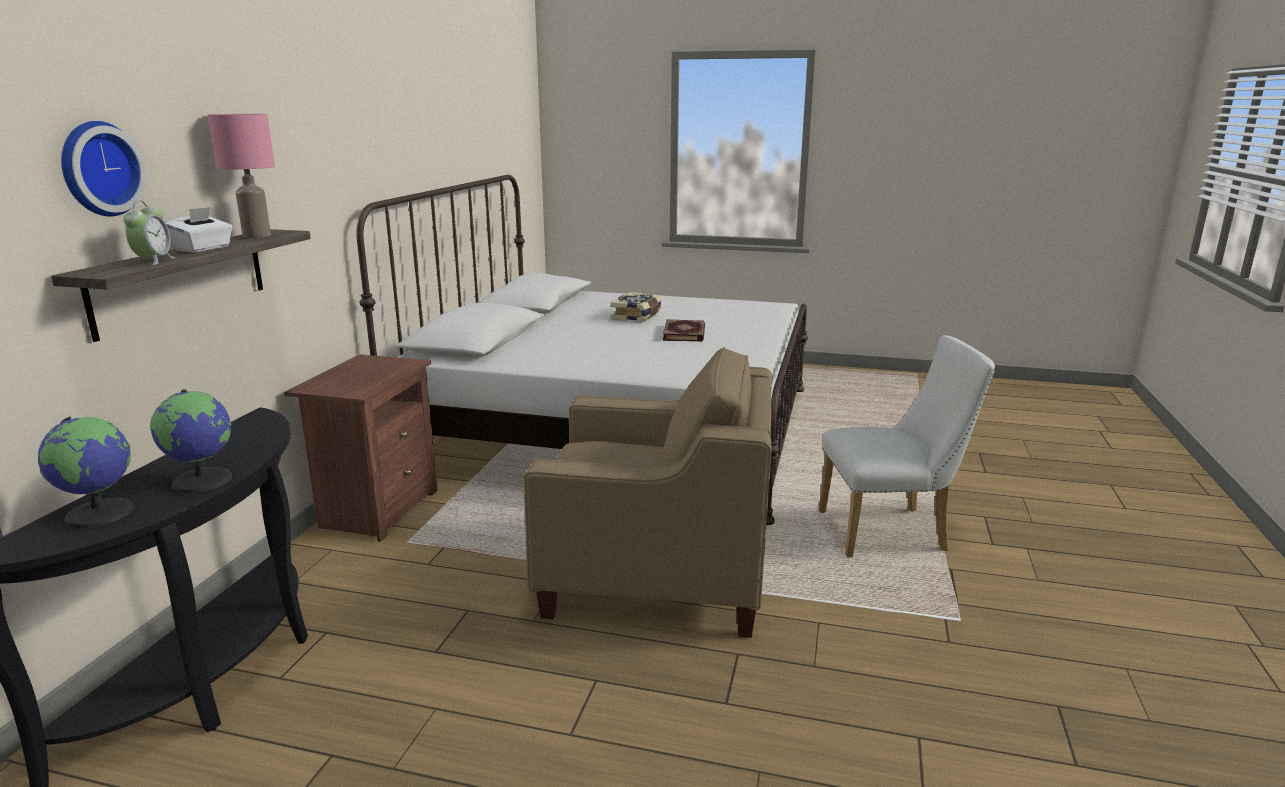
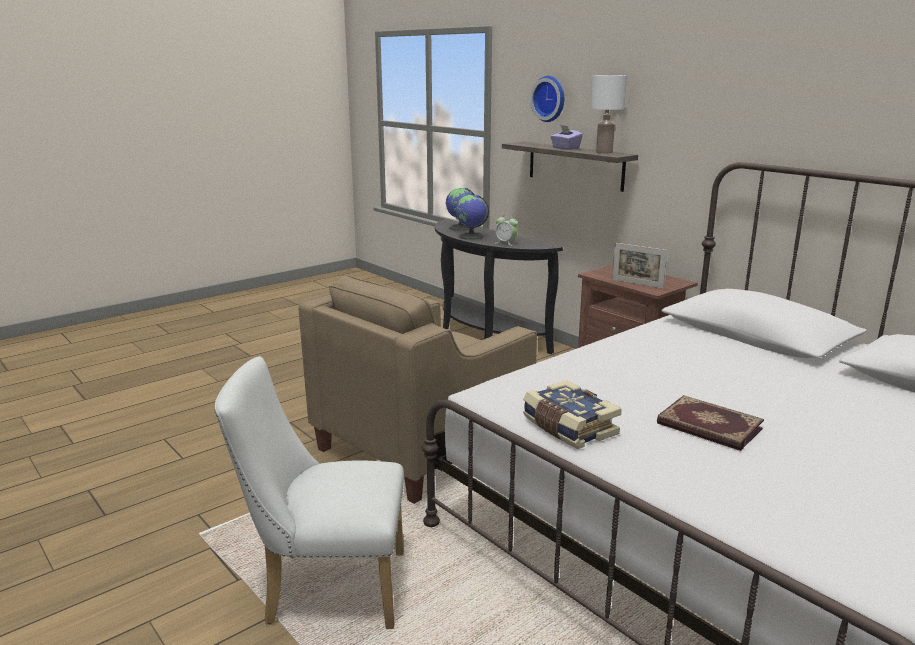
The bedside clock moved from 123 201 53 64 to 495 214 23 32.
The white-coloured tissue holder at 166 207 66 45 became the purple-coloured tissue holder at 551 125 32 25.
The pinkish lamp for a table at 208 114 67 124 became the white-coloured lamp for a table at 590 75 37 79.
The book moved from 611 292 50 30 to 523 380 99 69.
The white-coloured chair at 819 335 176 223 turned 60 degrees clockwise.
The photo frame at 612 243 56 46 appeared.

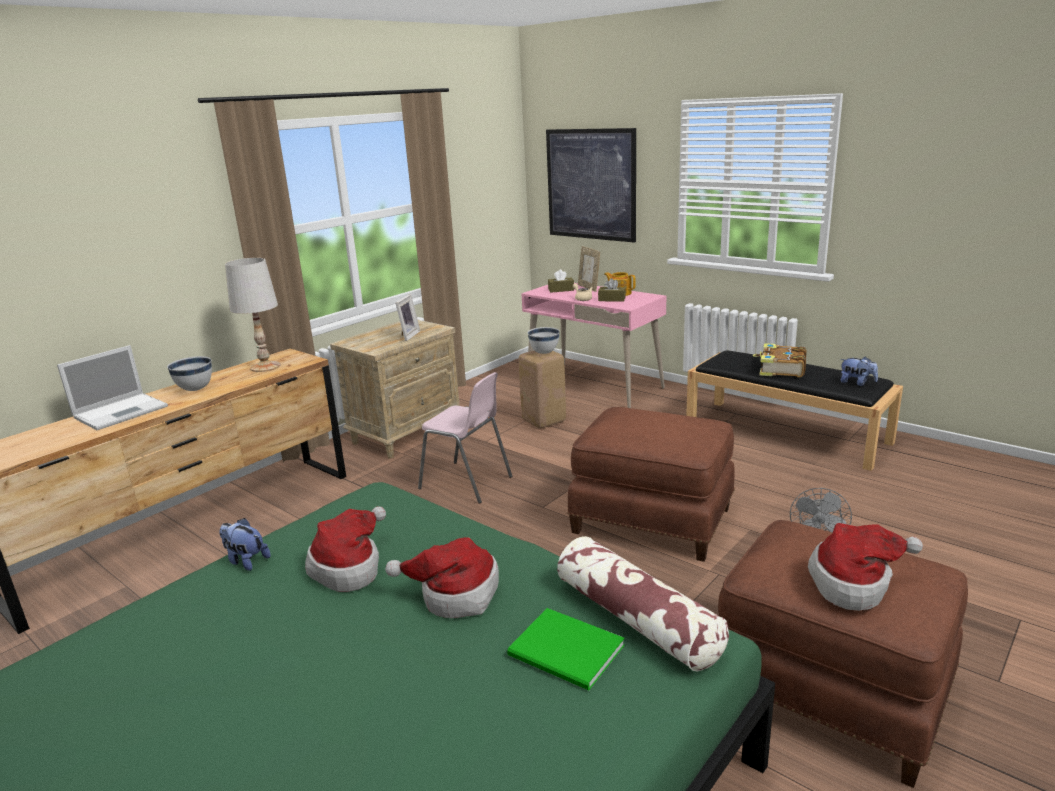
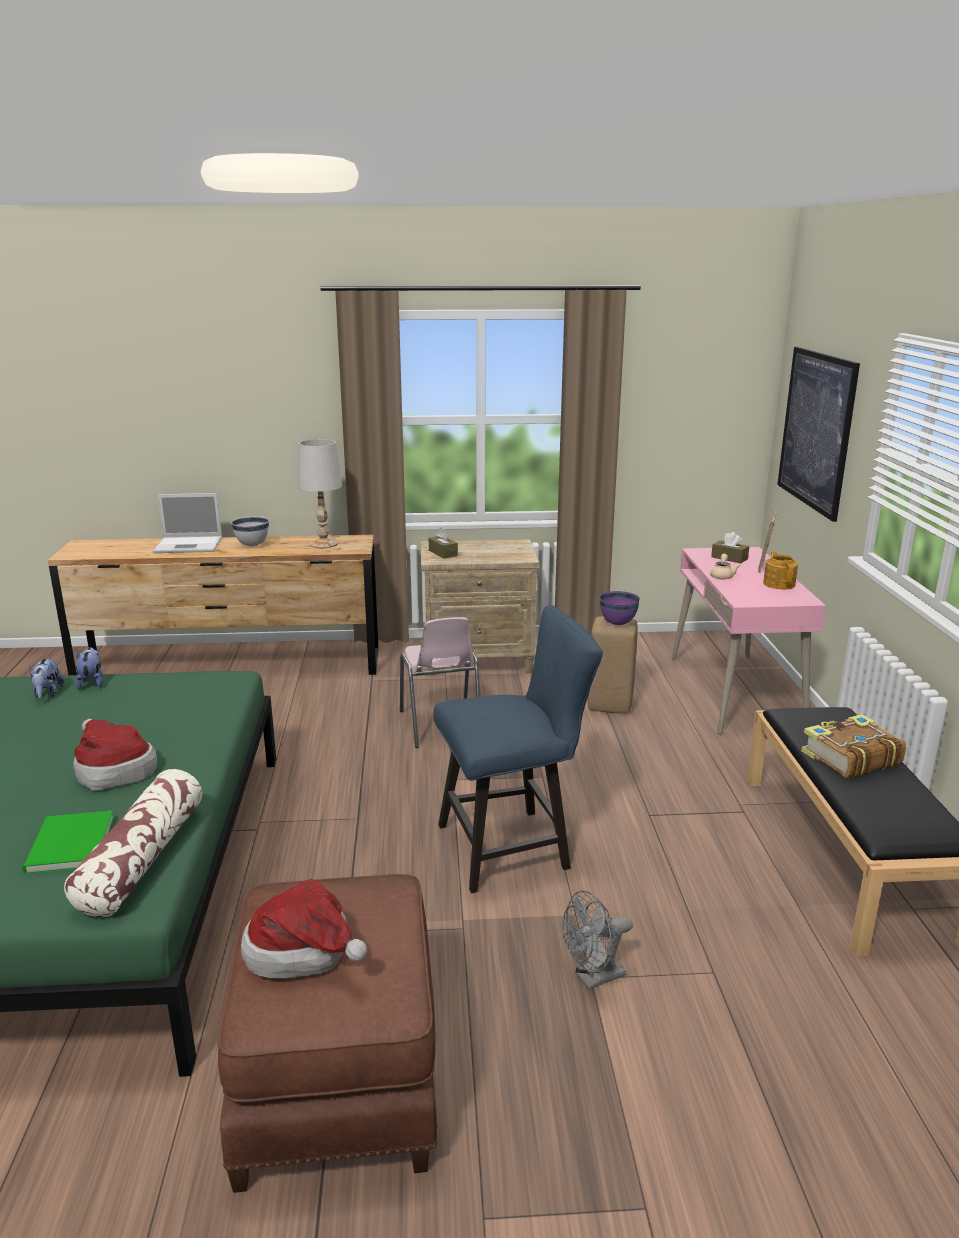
The clothing hat at 305 506 81 86 disappeared.
The photo frame at 395 294 25 47 disappeared.
The white-coloured serving bowl at 528 327 32 27 became the purple-coloured serving bowl at 599 591 41 34.
The brown footrest at 567 407 167 155 was replaced by the blue-coloured chair at 433 605 170 288.
The brown tissue holder moved from 598 278 28 24 to 429 528 29 31.
The cuddly toy moved from 840 357 38 29 to 30 657 34 42.

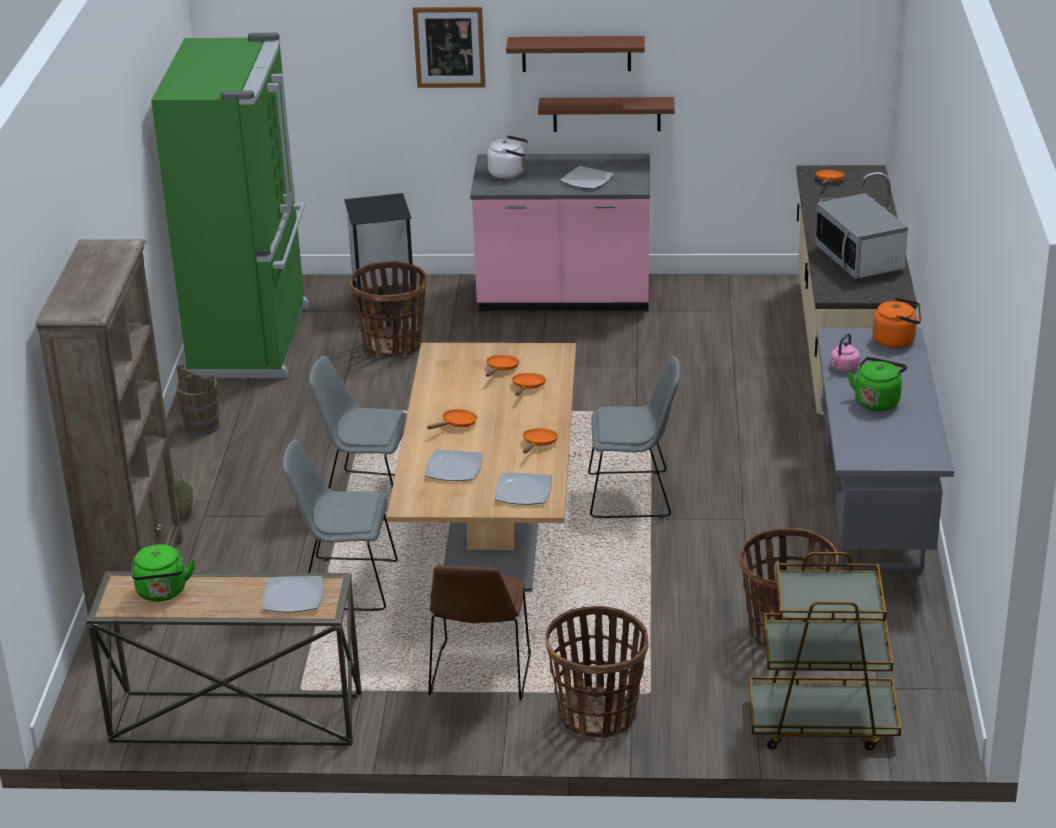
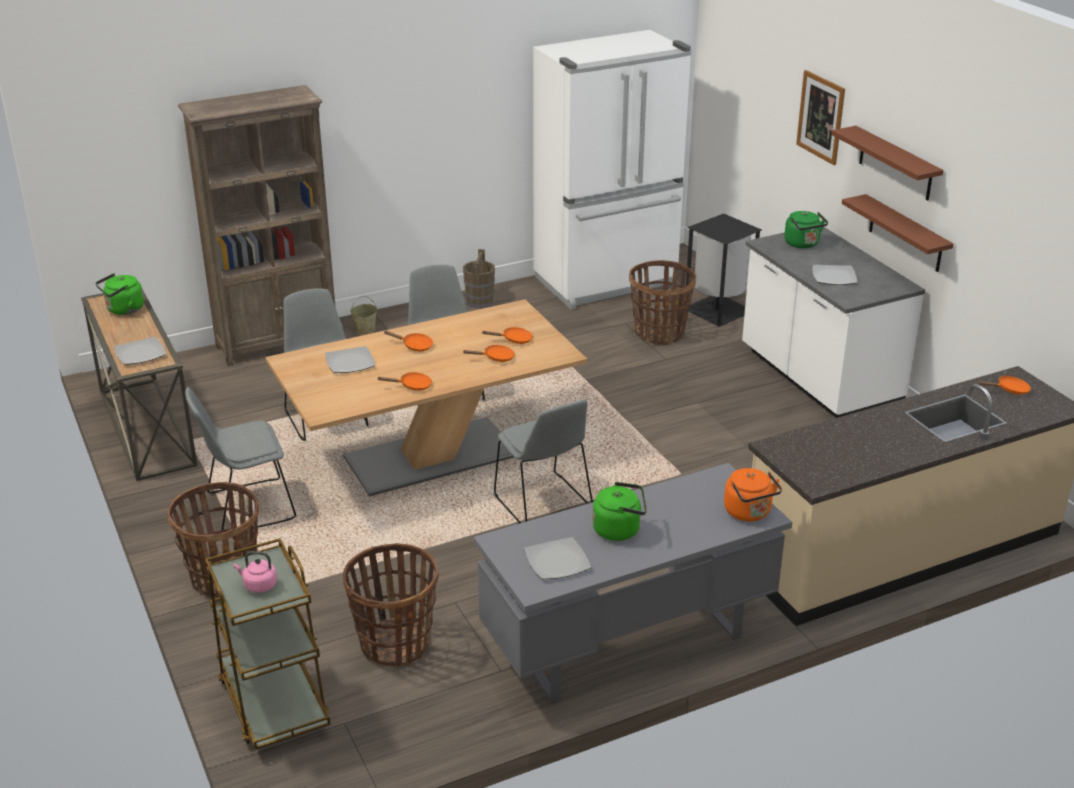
The greenish kitchen fridge at 151 33 158 345 became the white-coloured kitchen fridge at 533 30 158 279.
The brown chair at 428 565 103 135 became the gray chair at 185 387 111 143.
The pinkish kitchen counter at 470 153 180 158 became the white-coloured kitchen counter at 742 227 183 191.
The white-coloured kettle at 487 135 41 44 became the greenish kettle at 784 211 44 37.
The dinner plate moved from 494 472 58 33 to 524 537 67 42.
The microwave oven at 815 193 93 86 disappeared.
The pinkish kettle moved from 831 333 29 38 to 234 551 43 42.

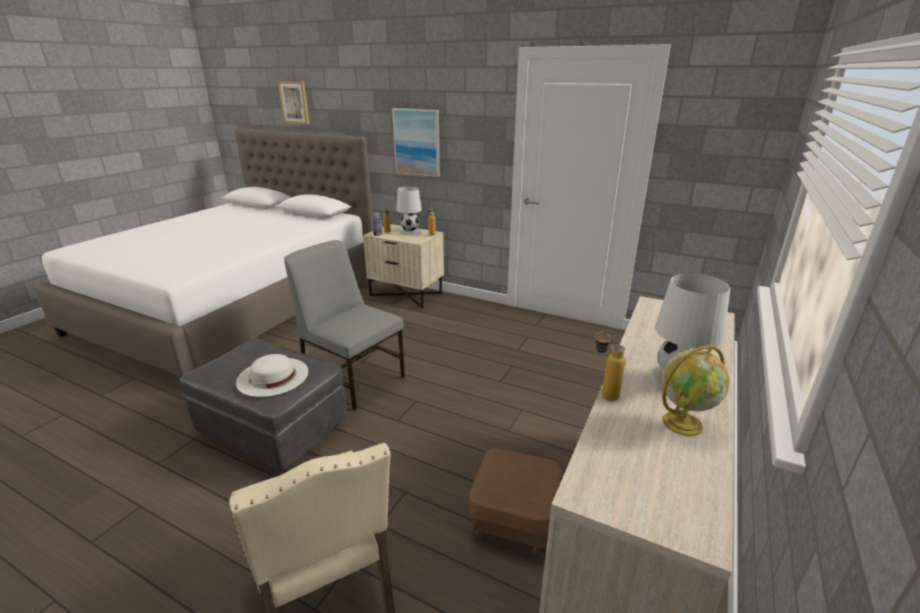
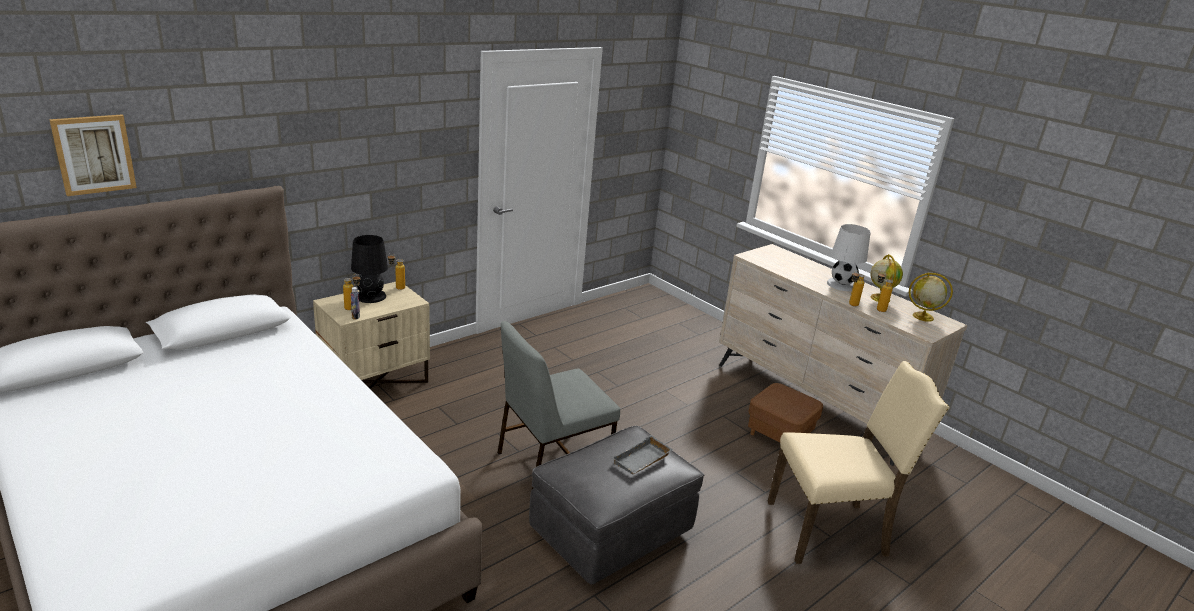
The white-coloured clothing hat at 236 354 72 43 was replaced by the gray serving tray at 612 435 61 40.
The picture at 392 108 48 69 disappeared.
The white-coloured lamp for a table at 396 187 26 48 became the black-coloured lamp for a table at 351 235 37 68.
The beverage bottle at 877 271 16 41 appeared.
The globe at 909 273 44 49 appeared.

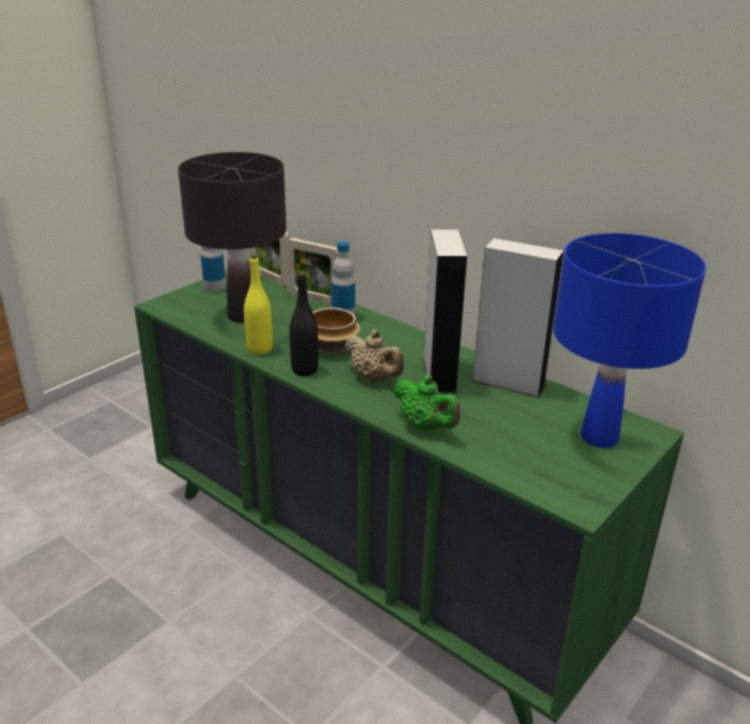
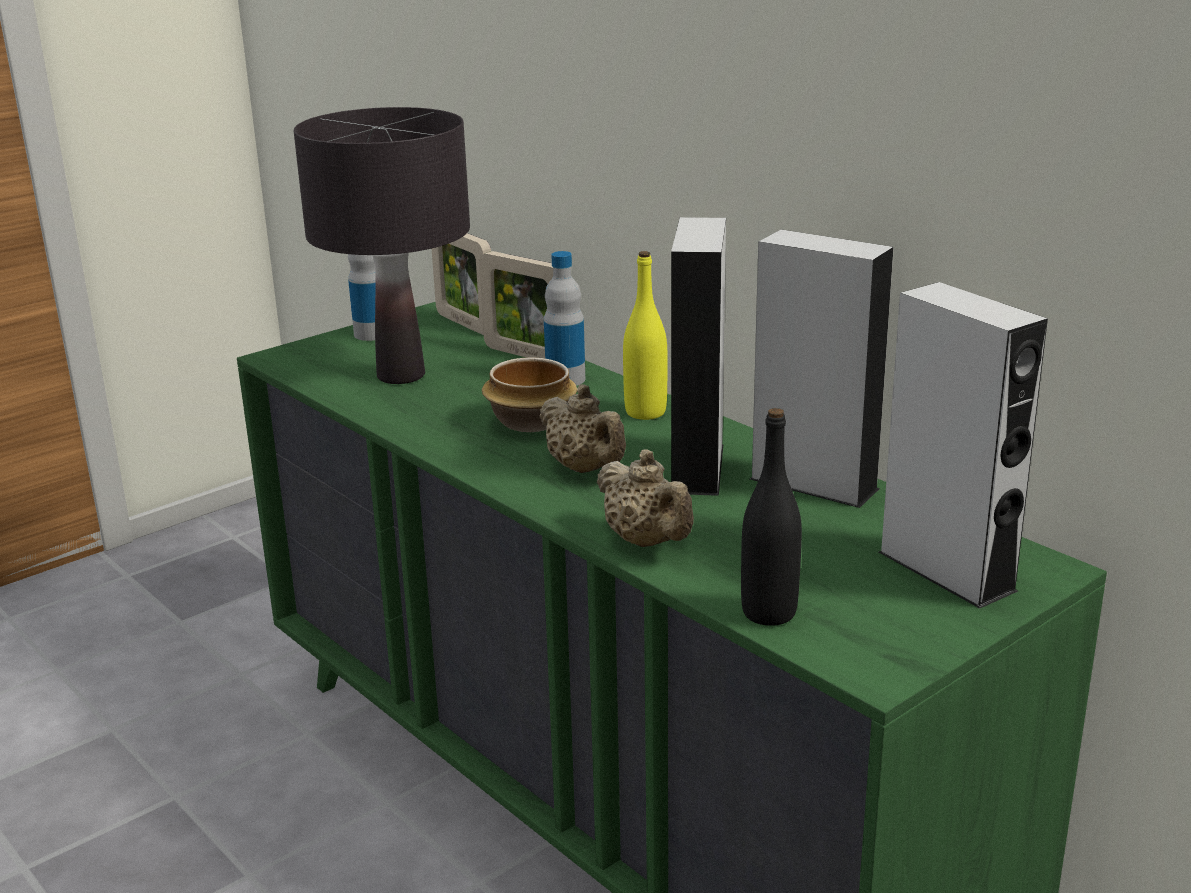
The yellow-coloured beverage bottle moved from 244 254 29 101 to 623 251 45 169.
The black-coloured beverage bottle moved from 289 272 29 104 to 741 408 61 218.
The greenish teapot at 394 375 66 56 became the sand-coloured teapot at 596 449 98 98.
The blue-coloured lamp for a table at 553 233 153 215 was replaced by the gray audio speaker at 879 282 169 326.

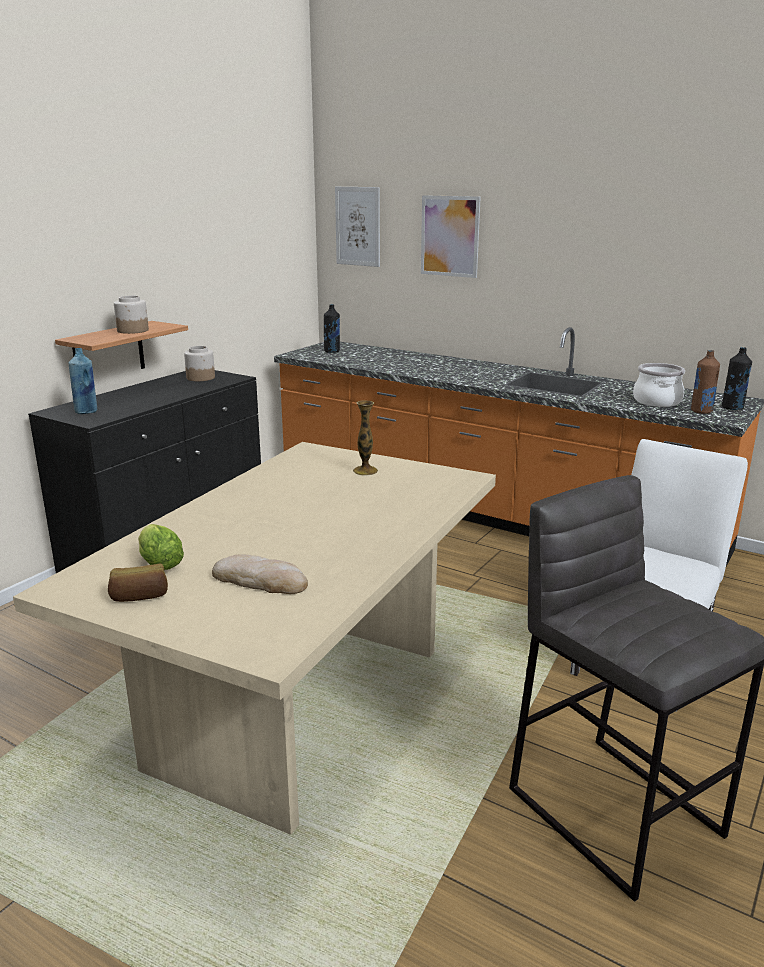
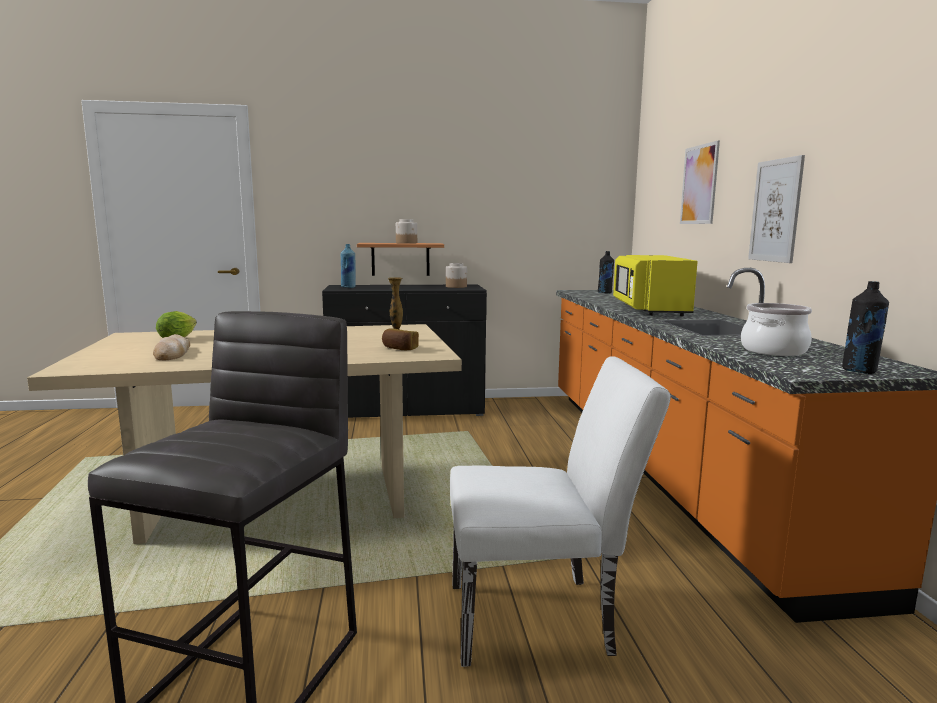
The bakery bread moved from 108 564 60 38 to 382 328 37 23.
The picture moved from 335 187 45 80 to 748 155 57 108.
The brown beverage bottle at 691 350 29 64 disappeared.
The yellow-coloured microwave oven at 613 255 85 61 appeared.

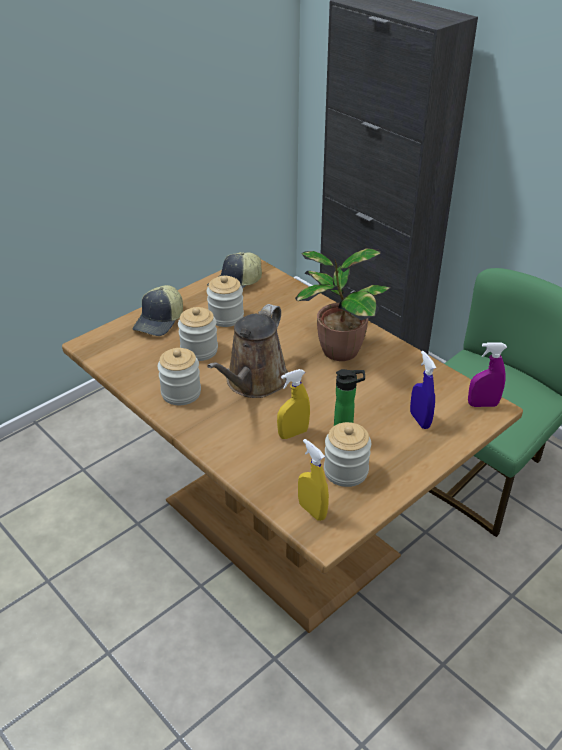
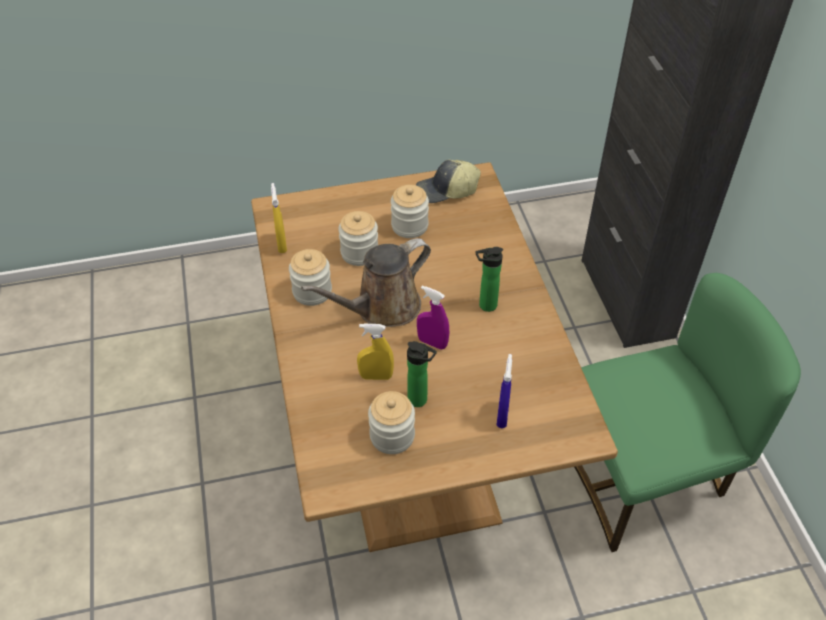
The peaked cap at 133 285 50 51 disappeared.
The plant in a pot at 295 248 95 113 was replaced by the beverage bottle at 475 247 28 65.
The yellow-coloured sprayer moved from 298 439 31 82 to 271 183 16 70.
The purple-coloured sprayer moved from 468 343 39 64 to 417 285 32 65.

